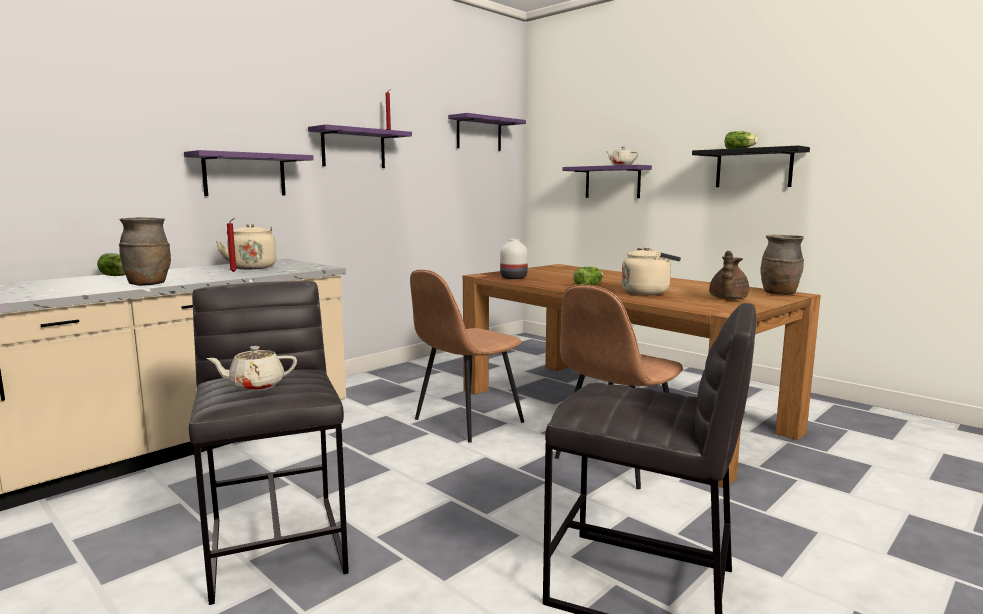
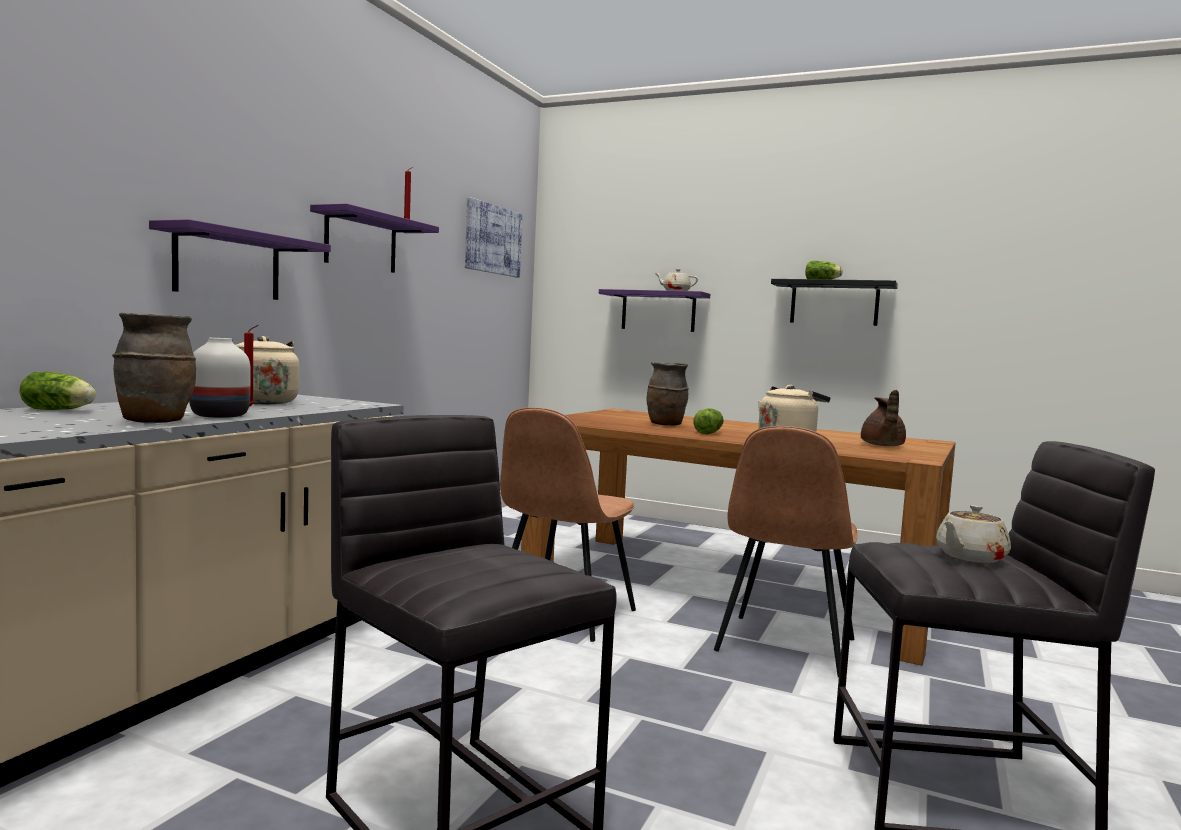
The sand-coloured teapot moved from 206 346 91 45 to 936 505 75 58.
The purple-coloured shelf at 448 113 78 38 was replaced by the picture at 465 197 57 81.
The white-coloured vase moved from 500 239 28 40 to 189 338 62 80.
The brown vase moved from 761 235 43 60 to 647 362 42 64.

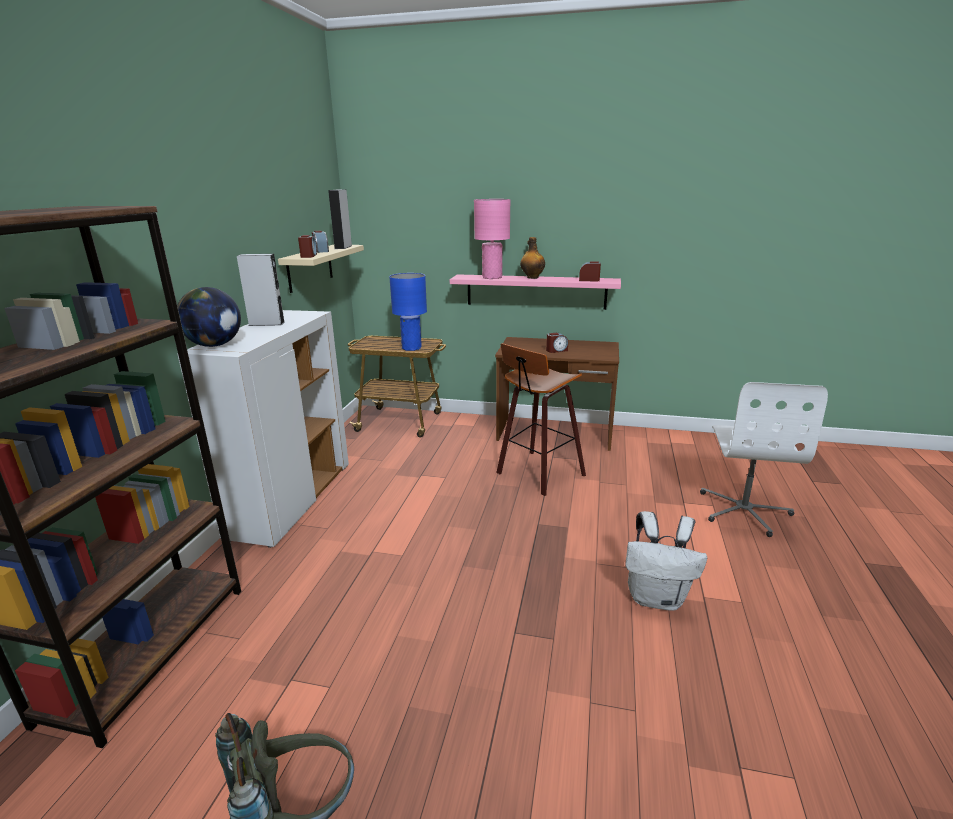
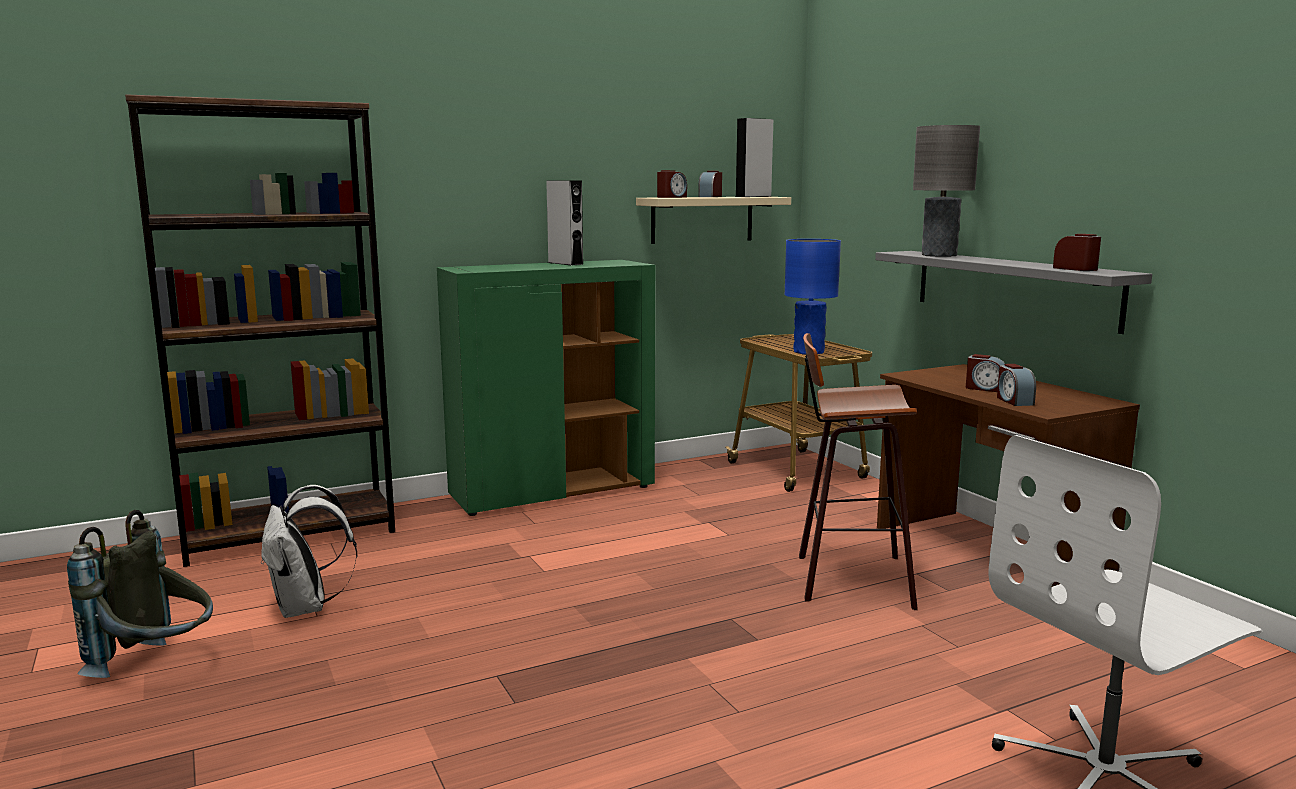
The globe at 177 287 64 60 disappeared.
The white-coloured storage cabinet at 177 310 172 238 became the greenish storage cabinet at 437 260 218 256.
The pinkish shelf at 450 274 171 36 became the gray shelf at 875 251 277 83.
The pinkish lamp for a table at 474 199 36 80 became the gray lamp for a table at 913 125 67 132.
The beverage bottle at 520 237 25 42 disappeared.
The white-coloured rucksack moved from 625 511 82 100 to 261 485 96 133.
The bedside clock at 997 364 39 42 appeared.

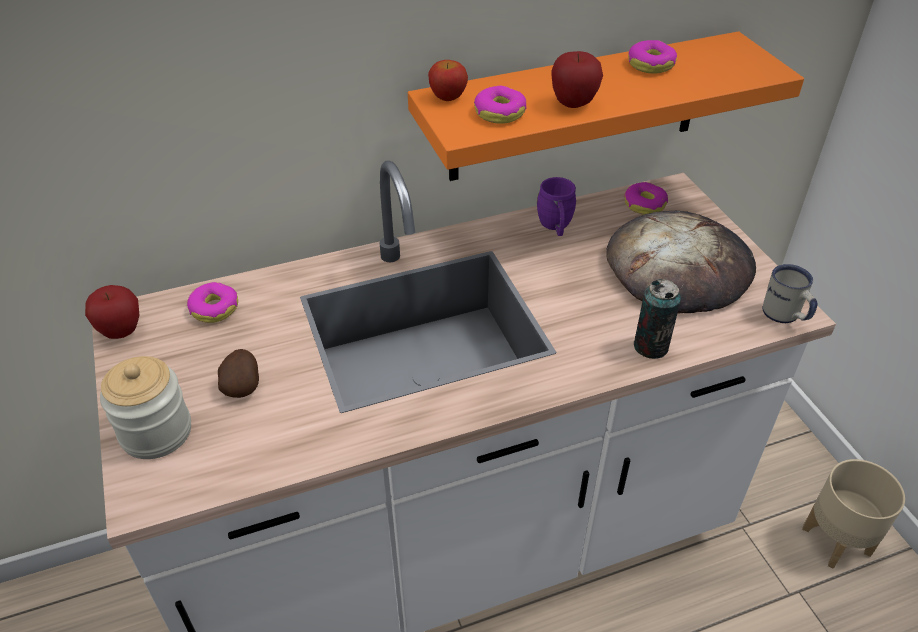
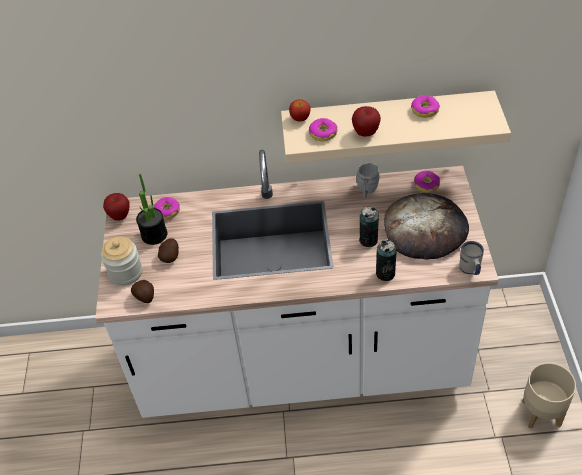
The orangey shelf at 408 32 396 149 became the sand-coloured shelf at 281 91 230 72.
The purple-coloured tea mug at 537 177 39 59 became the gray tea mug at 356 163 24 36.
The potato at 131 280 23 23 appeared.
The plant in a pot at 136 174 31 71 appeared.
The metal can at 359 207 20 40 appeared.

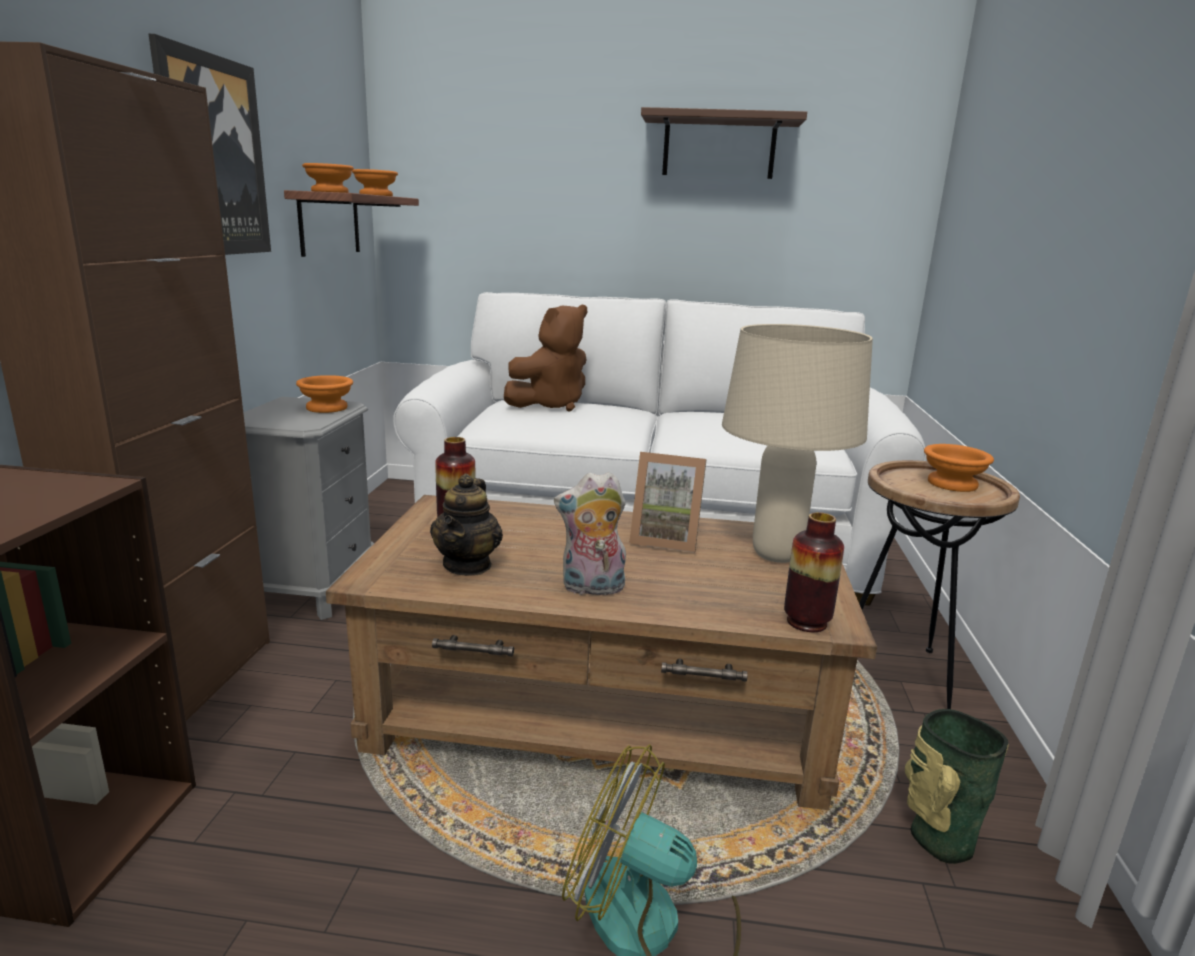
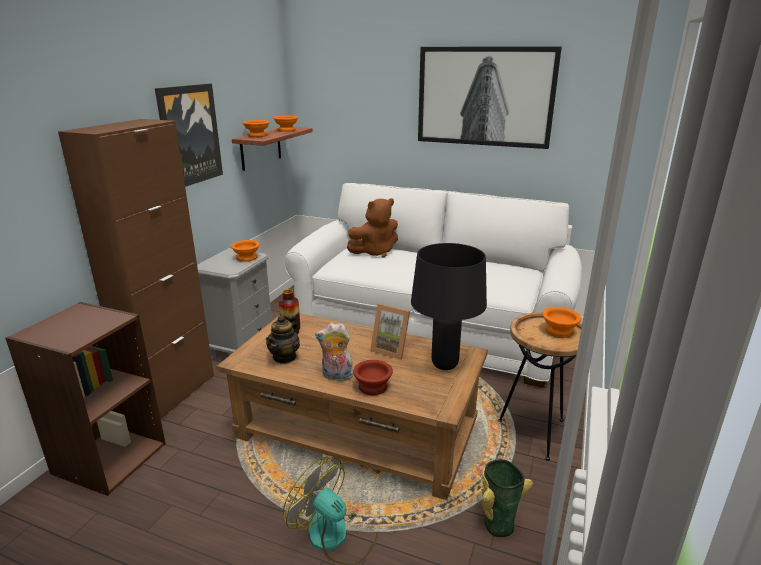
The brown shelf at 641 107 166 72 was replaced by the picture at 418 47 144 102.
The sand-coloured lamp for a table at 722 324 151 239 became the black-coloured lamp for a table at 411 243 76 127.
The vase at 784 512 60 120 disappeared.
The brown serving bowl at 353 360 40 35 appeared.

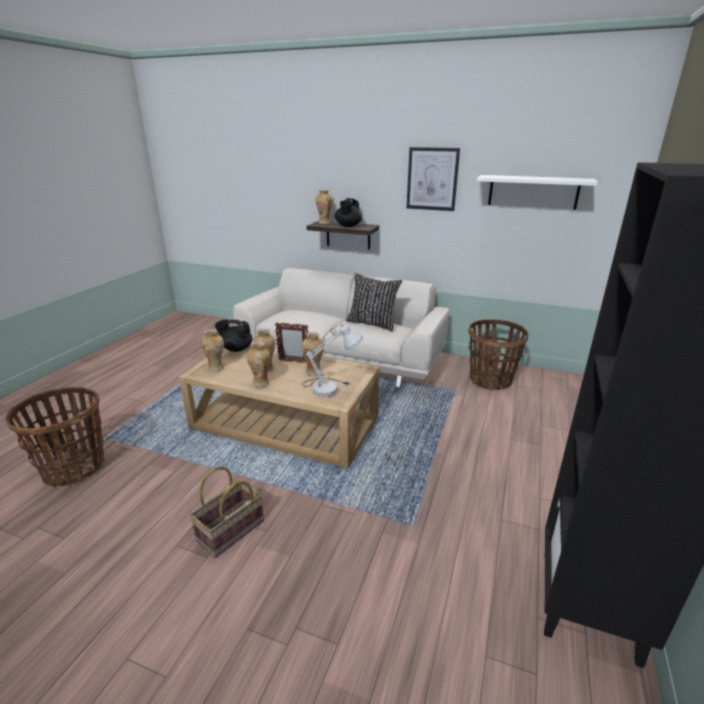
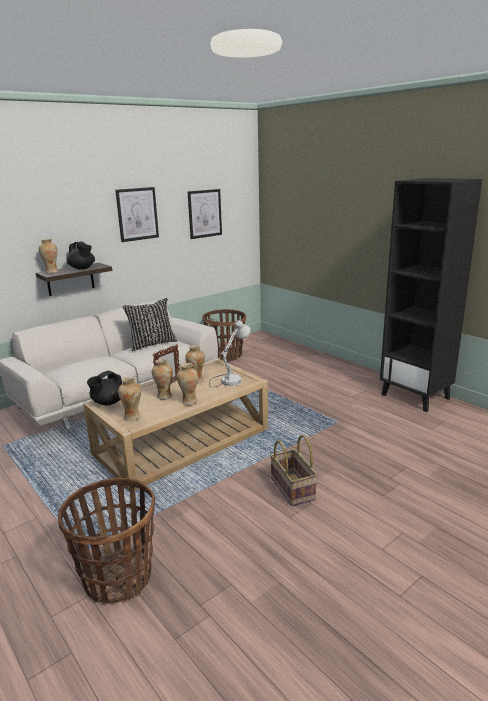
The white-coloured shelf at 477 175 121 35 was replaced by the picture at 188 189 34 50.

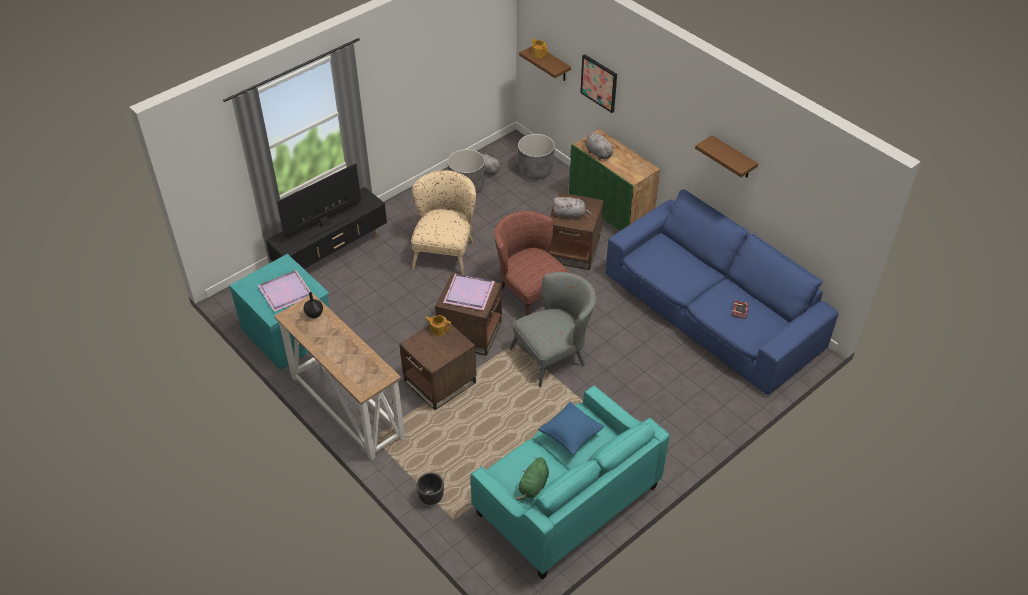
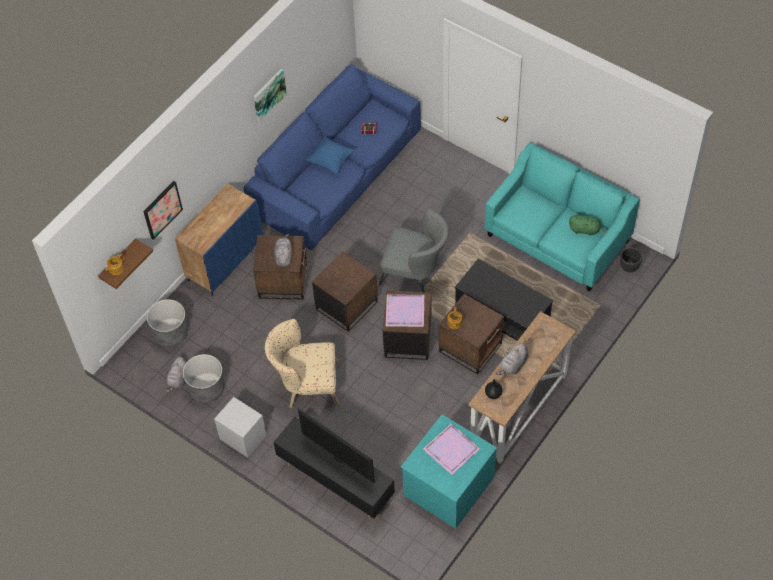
The black-coloured plant pot moved from 416 473 28 32 to 620 247 22 25.
The brown lounge chair at 494 211 75 105 was replaced by the brown end table at 312 252 66 80.
The gray lounge chair at 509 272 87 115 turned 150 degrees clockwise.
The blue-coloured cushion moved from 538 402 66 53 to 306 137 49 37.
The greenish storage cabinet at 569 129 91 102 became the blue-coloured storage cabinet at 175 184 88 112.
The gray cuddly toy moved from 585 133 30 27 to 495 342 33 33.
The brown shelf at 695 135 63 43 was replaced by the picture at 254 69 33 53.
The gray bedside table at 214 397 52 61 appeared.
The black-coloured lounge table at 455 259 98 82 appeared.

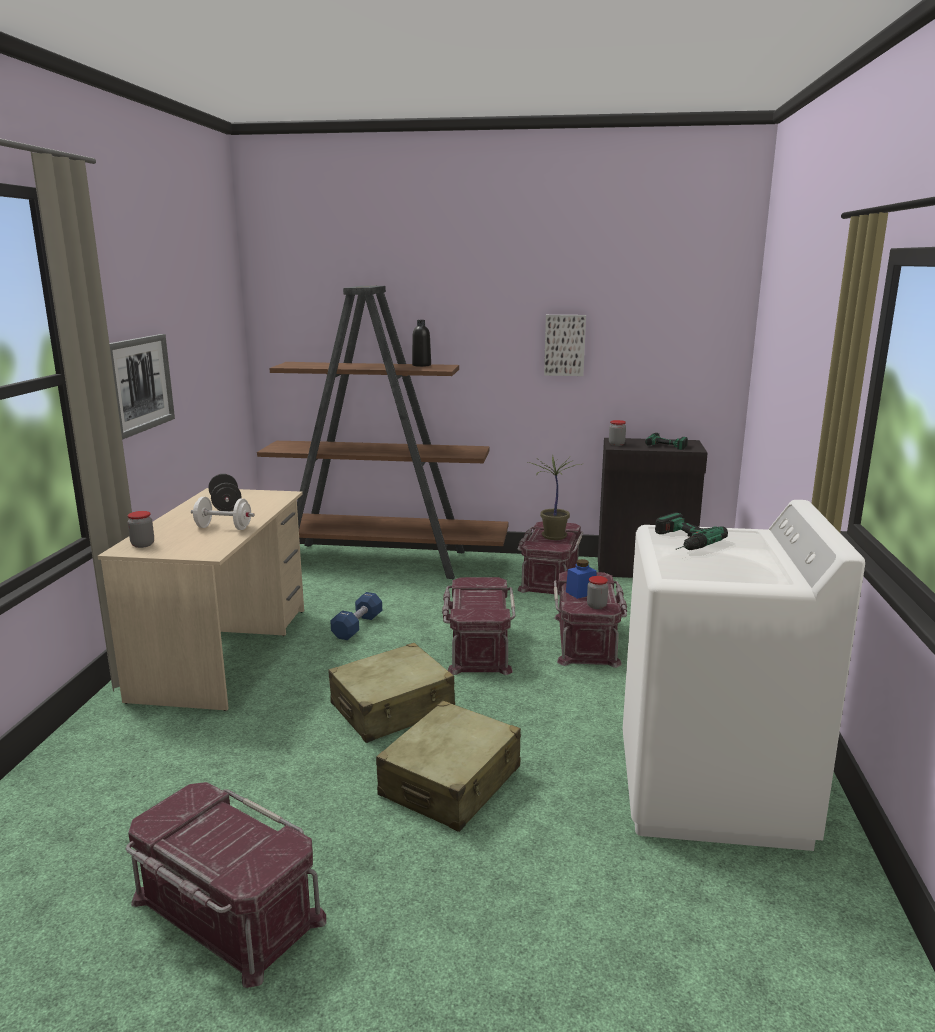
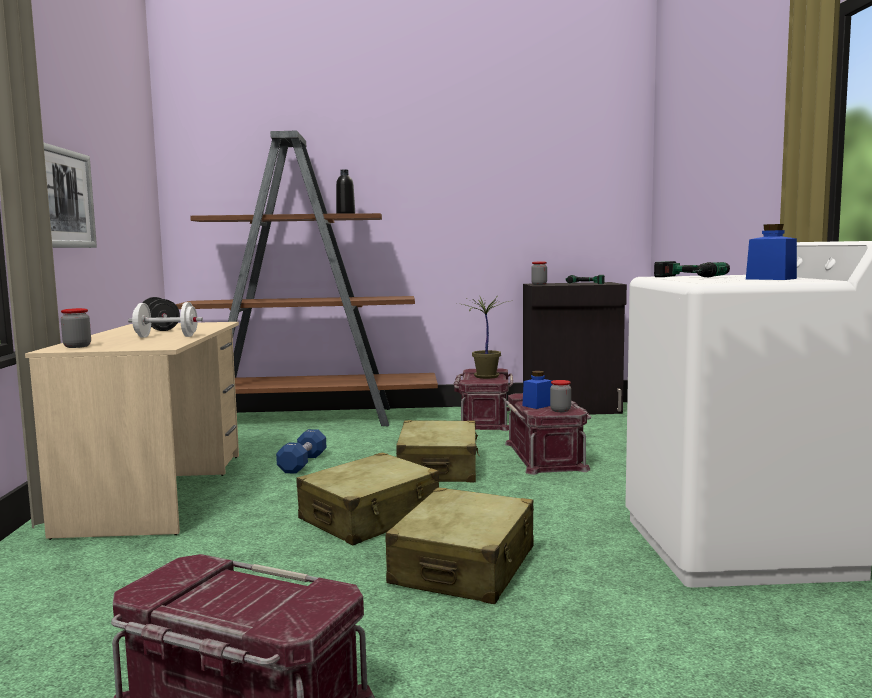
The red-coloured storage container at 442 577 74 98 was replaced by the sand-coloured piece of luggage at 396 420 84 62.
The picture at 544 315 42 61 disappeared.
The blue-coloured preserve jar at 746 224 51 56 appeared.

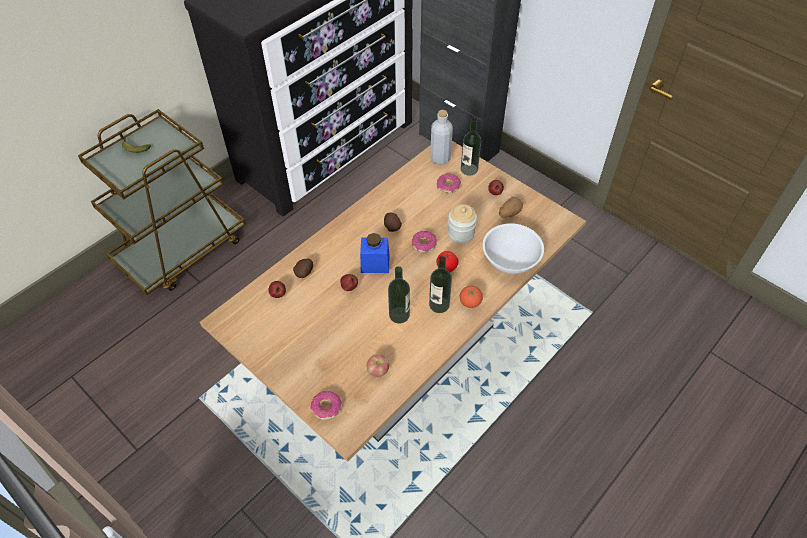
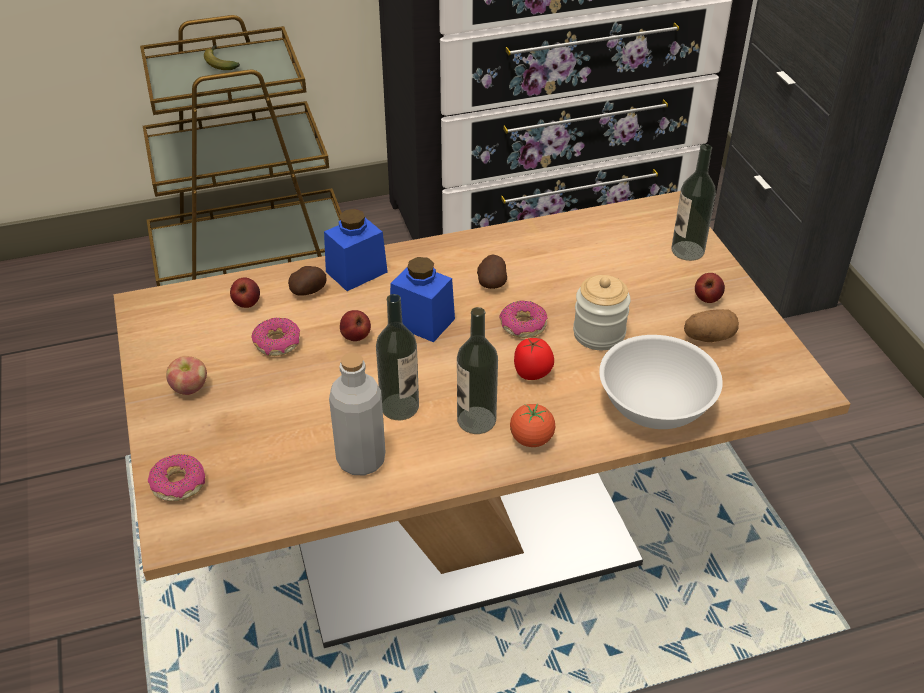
The whole apple moved from 367 354 22 23 to 166 356 41 39.
The gray beverage bottle moved from 430 110 23 55 to 329 353 57 123.
The doughnut moved from 437 173 24 20 to 251 318 49 38.
The blue-coloured preserve jar at 324 209 64 82 appeared.

